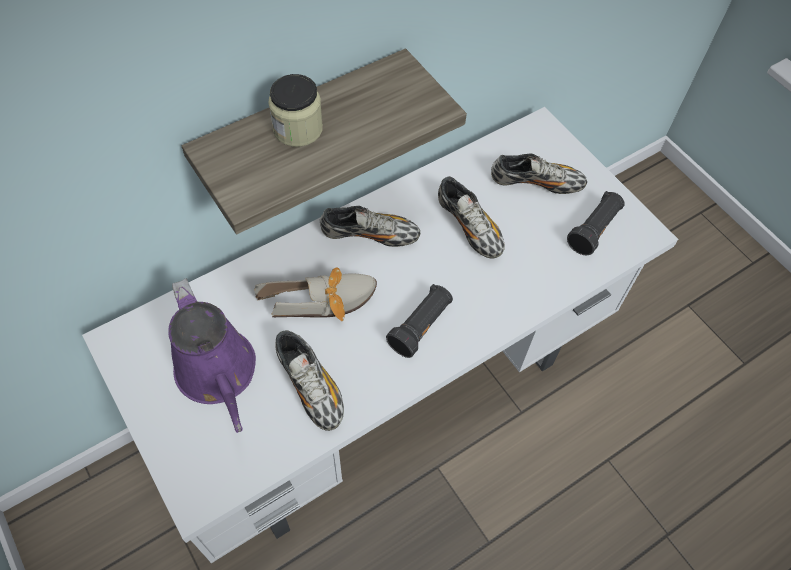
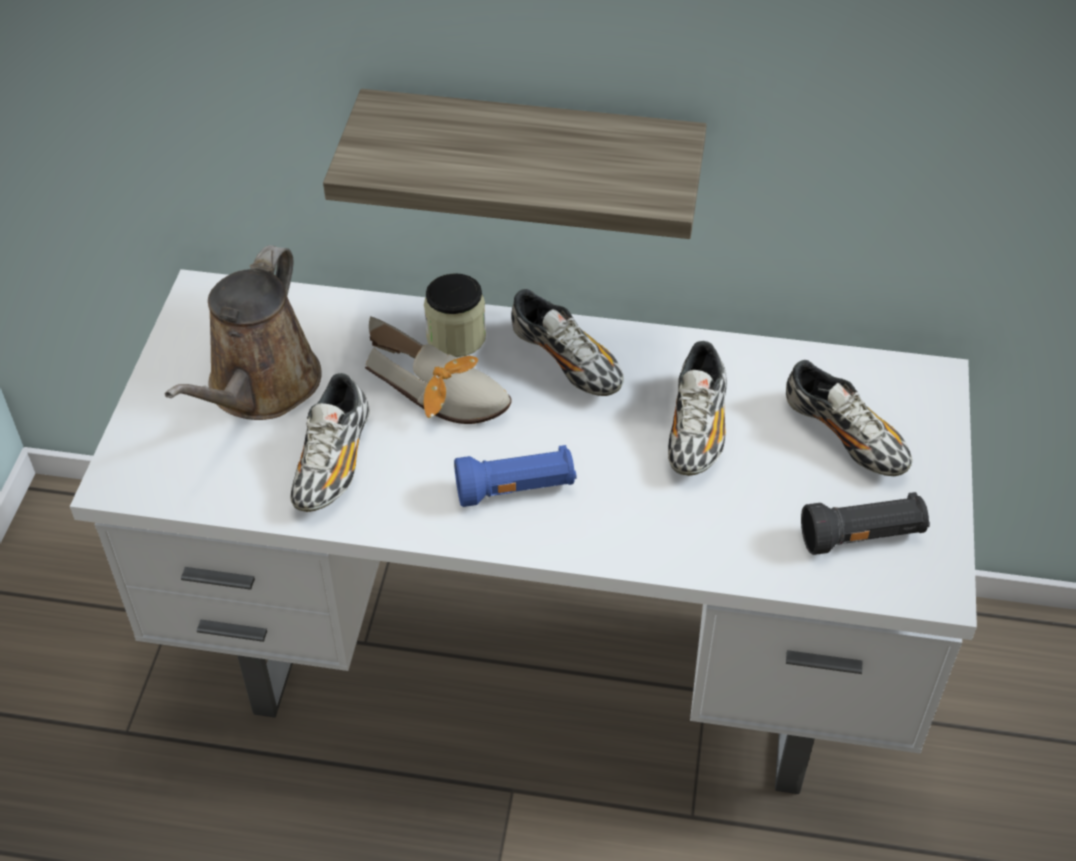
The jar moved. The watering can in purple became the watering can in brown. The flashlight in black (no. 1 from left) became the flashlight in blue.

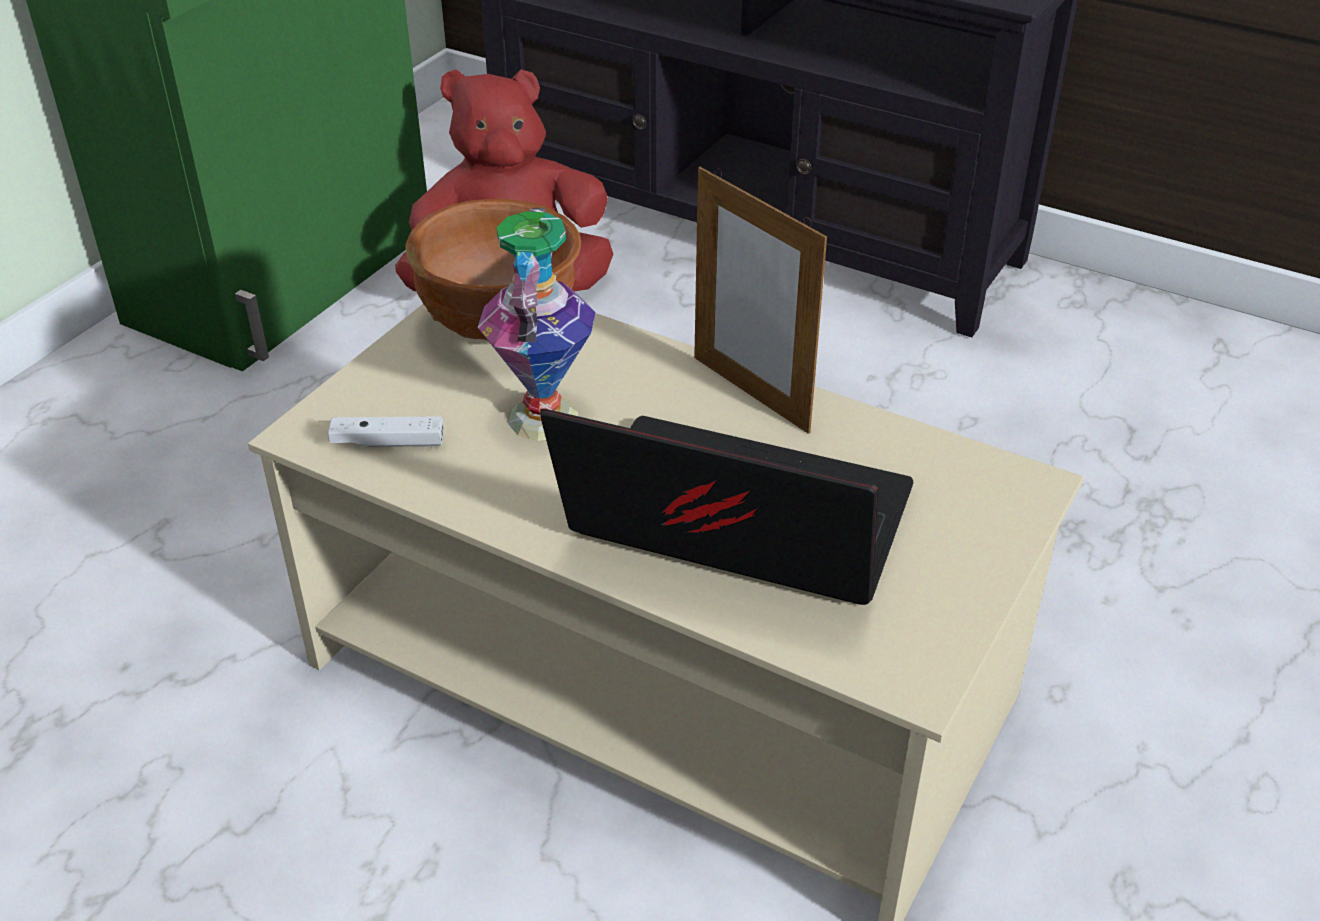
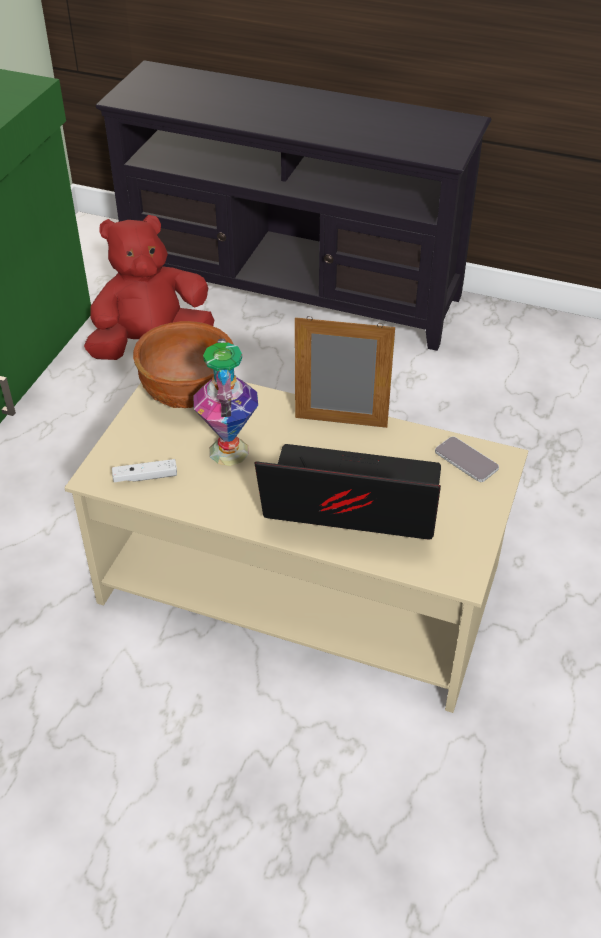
The phone appeared. The picture frame turned 150 degrees clockwise.

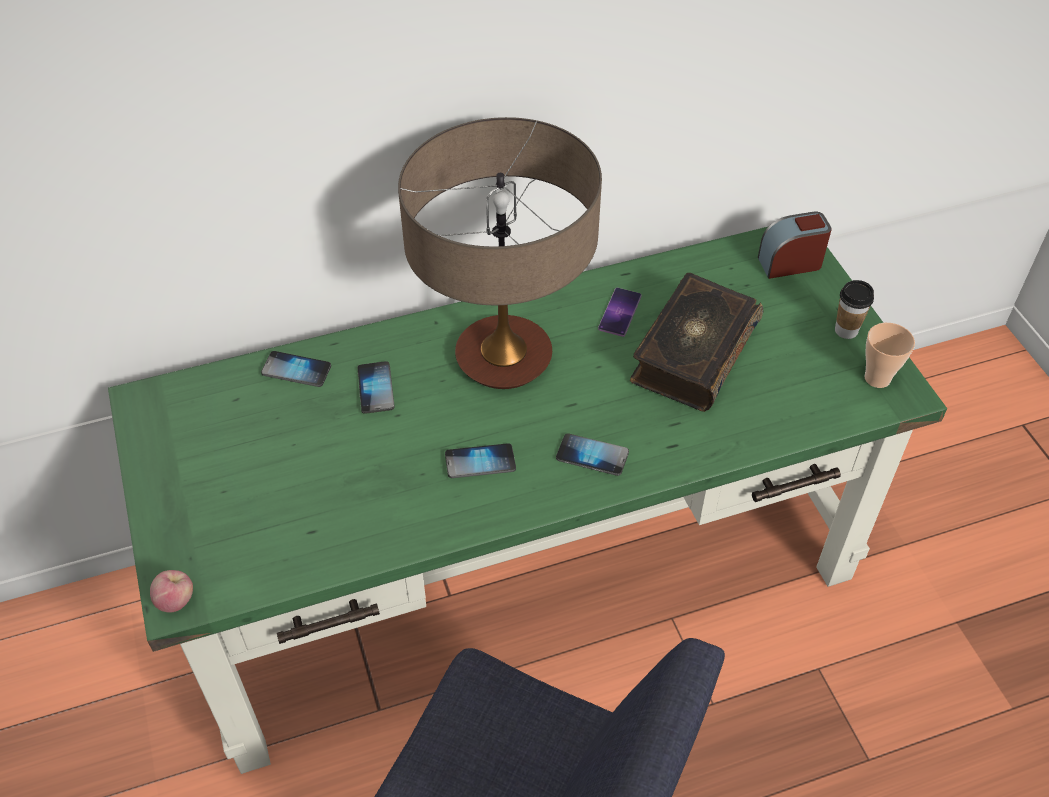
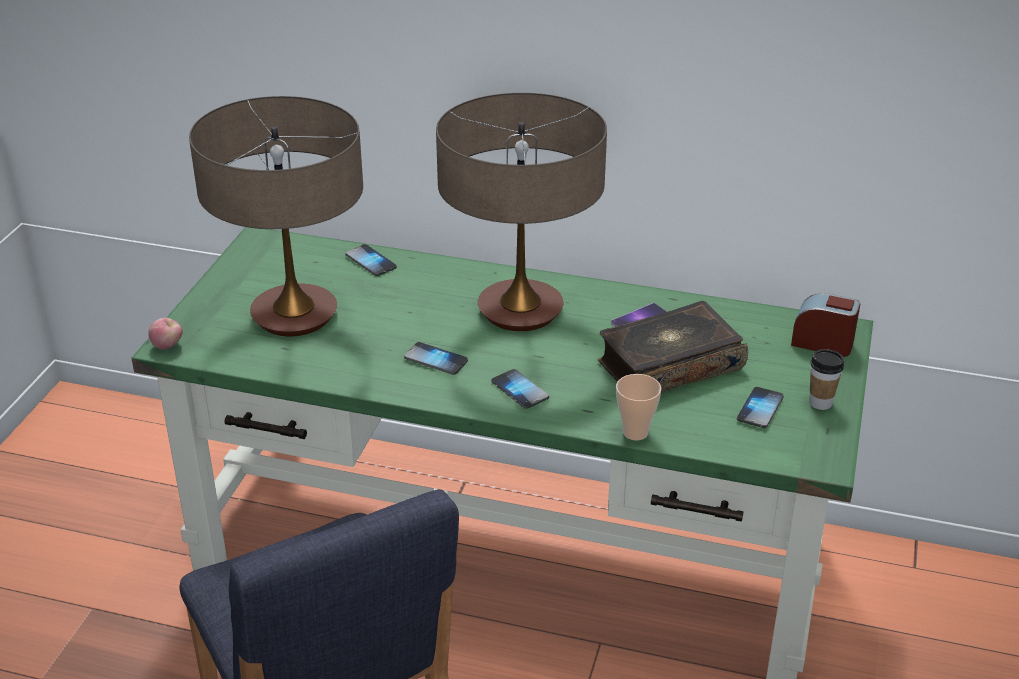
The table lamp (no. 1 from left) appeared. The phone (no. 2 from left in the first image) moved. The cup (no. 2 from left in the first image) moved.

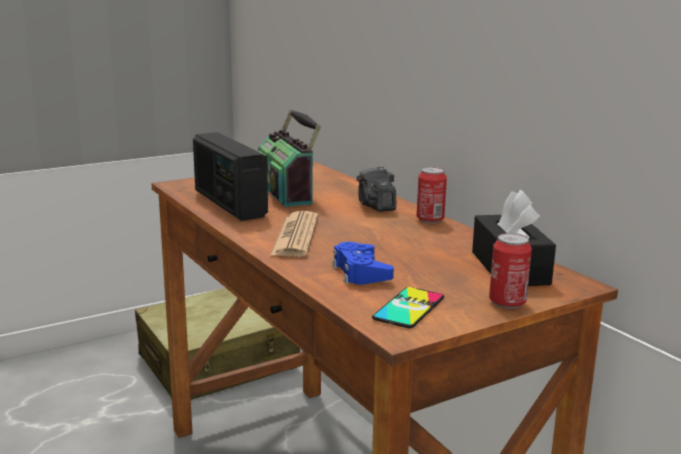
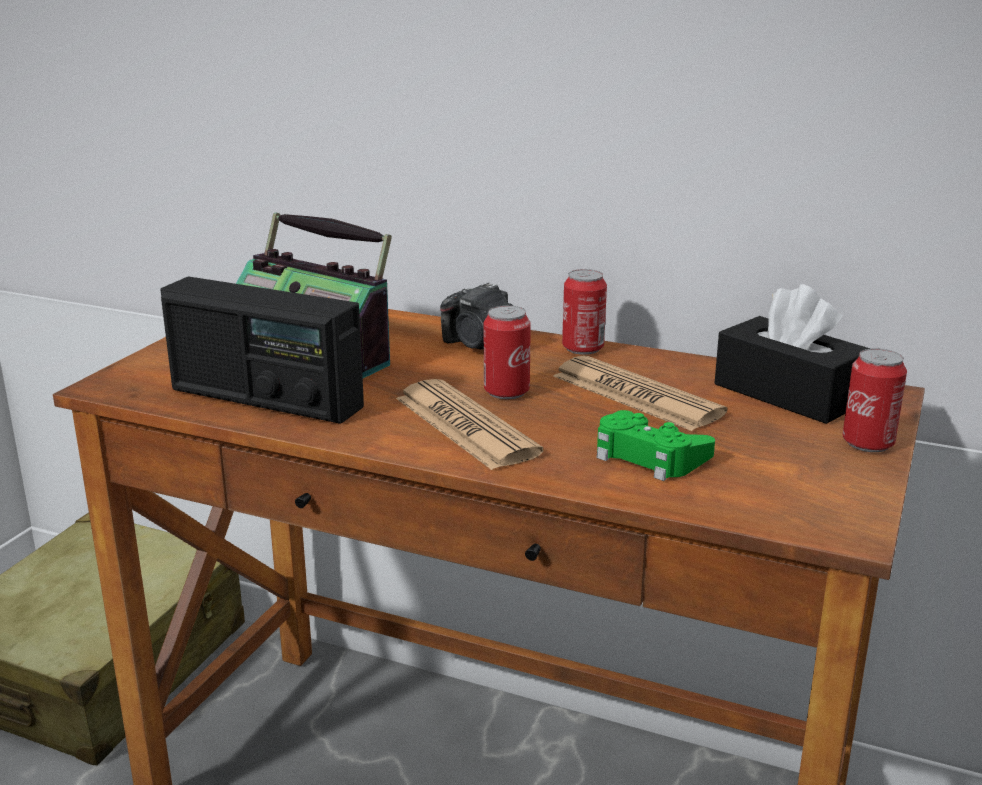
The phone disappeared. The can (no. 1 from left) appeared. The newspaper (no. 2 from left) appeared. The game controller in blue became the game controller in green.

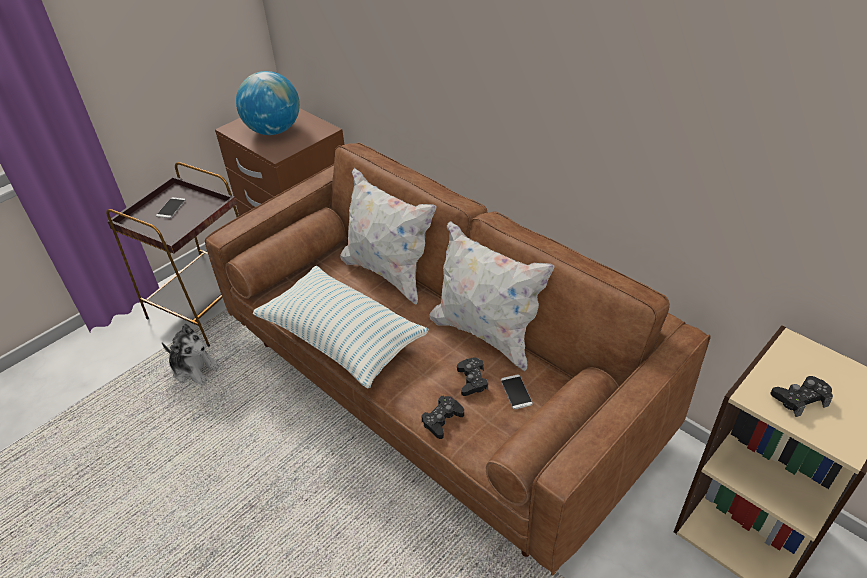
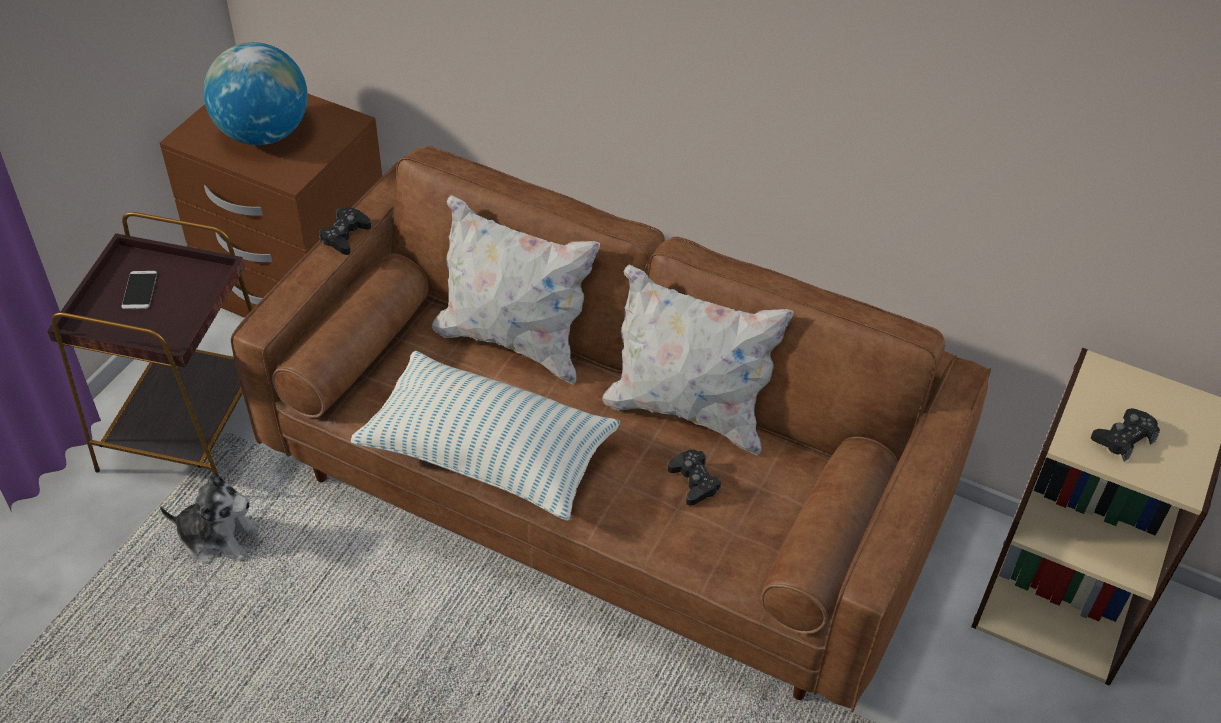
The phone (no. 2 from left) disappeared. The game controller in black (no. 1 from left) moved.

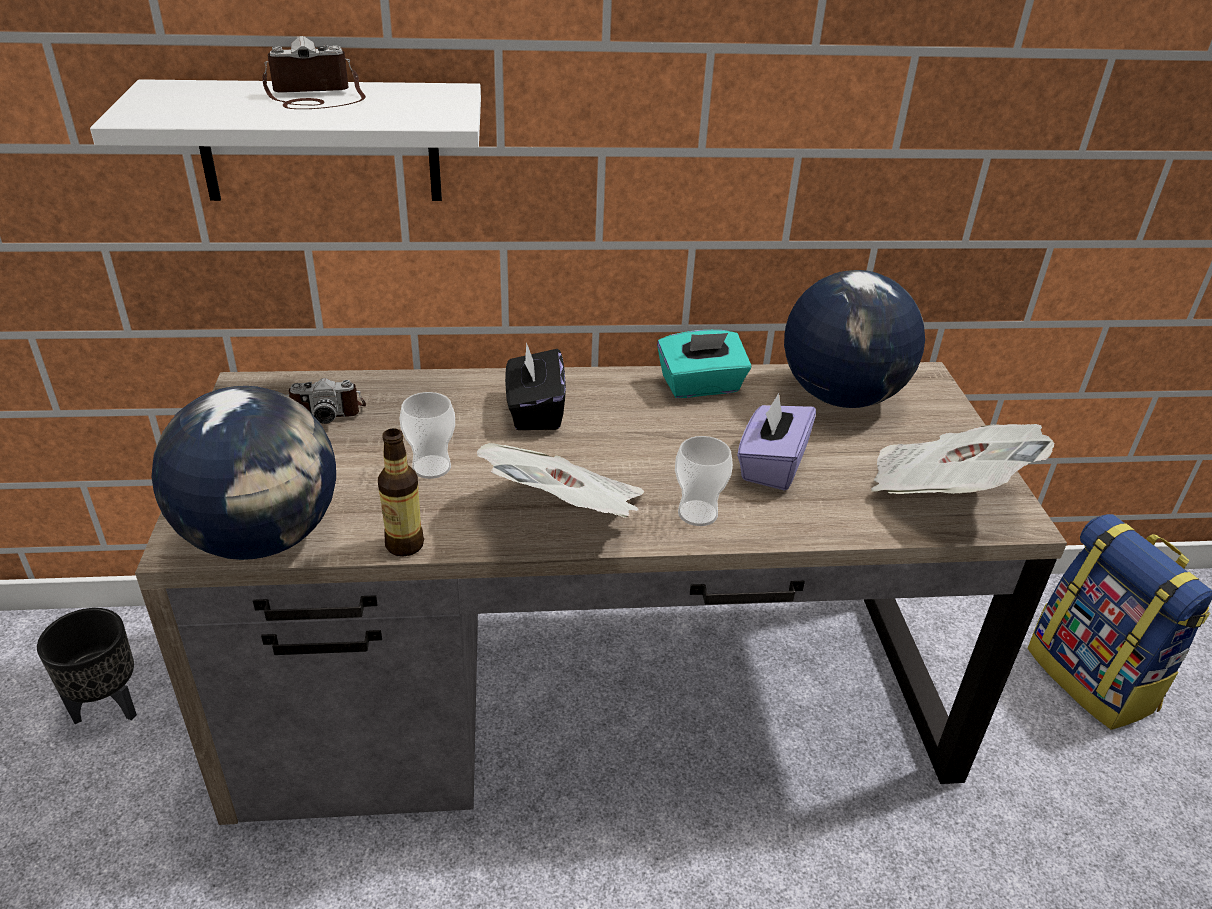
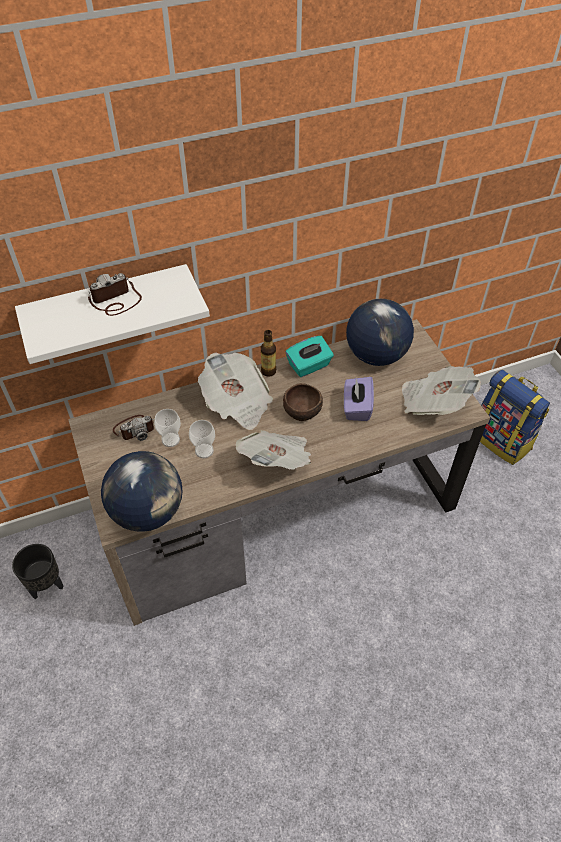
The bowl in brown appeared. The bottle moved. The cup (no. 2 from left in the first image) moved. The tissue box in black was replaced by the newspaper (no. 1 from left).

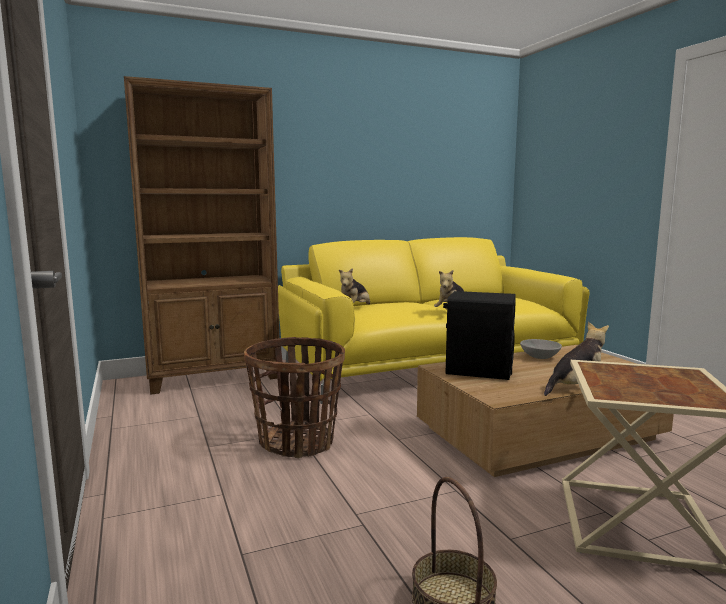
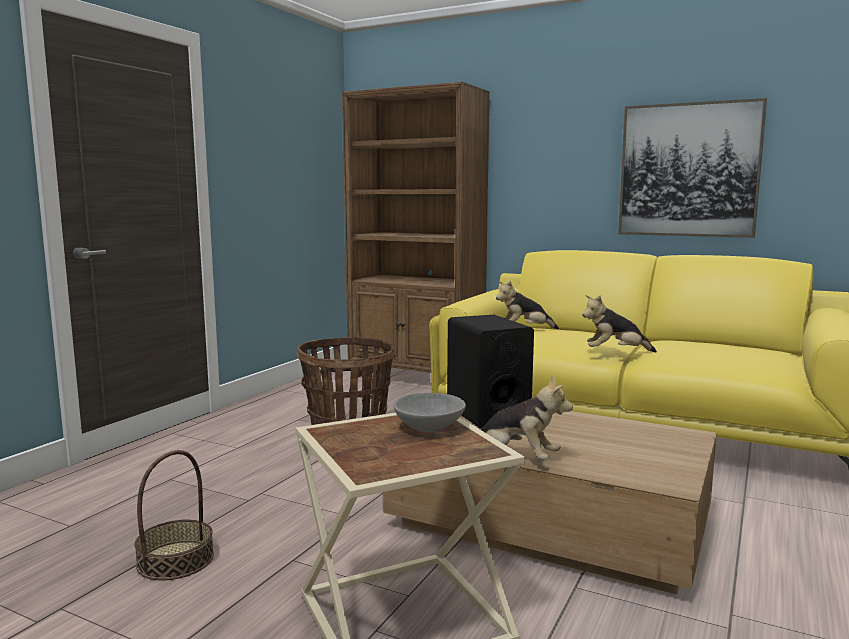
The picture appeared. The bowl in grey moved.

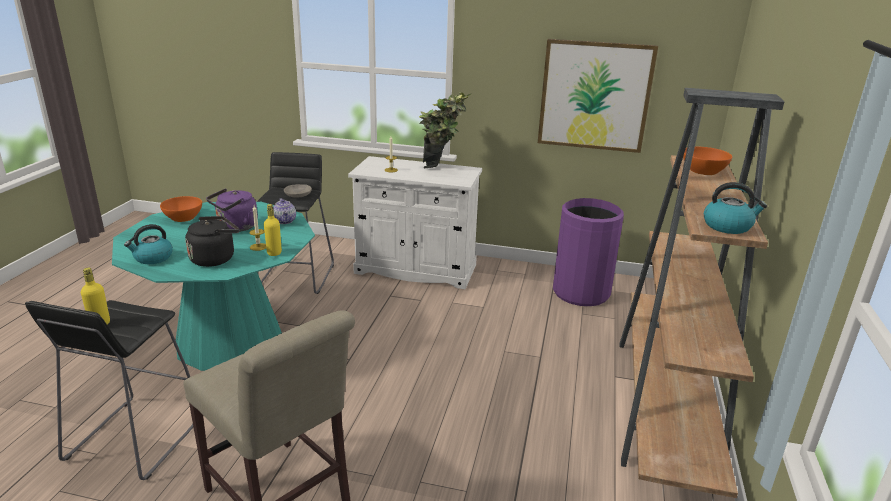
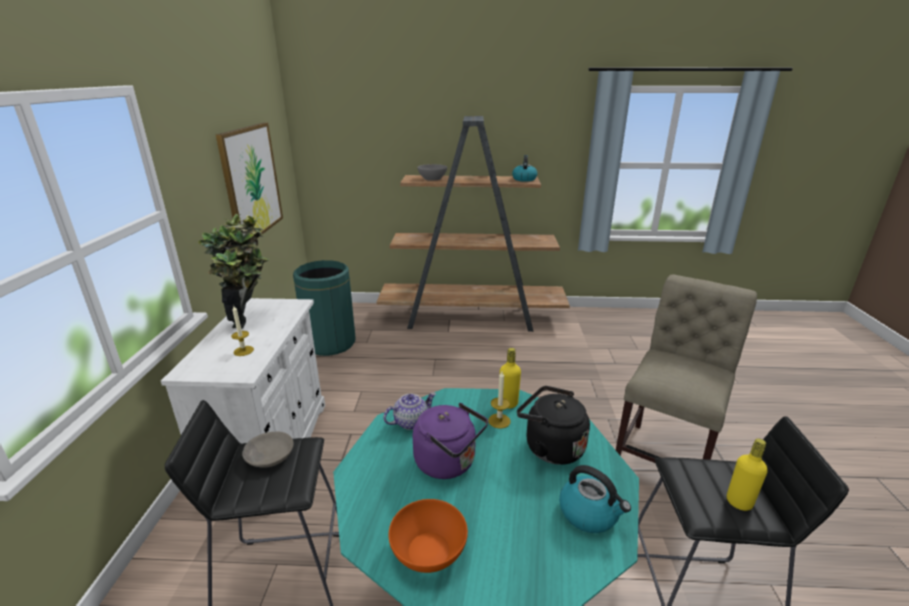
The trash can in purple became the trash can in green. The bowl in orange (no. 2 from left) became the bowl in grey (no. 2 from left).

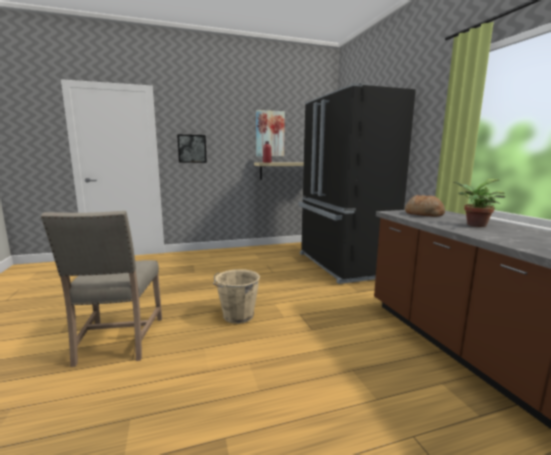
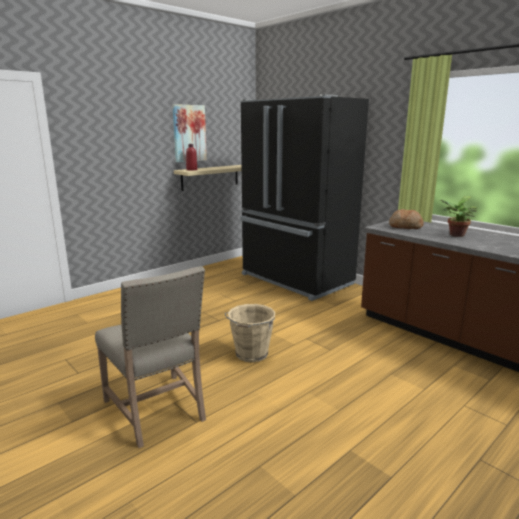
The picture (no. 1 from left) disappeared.

